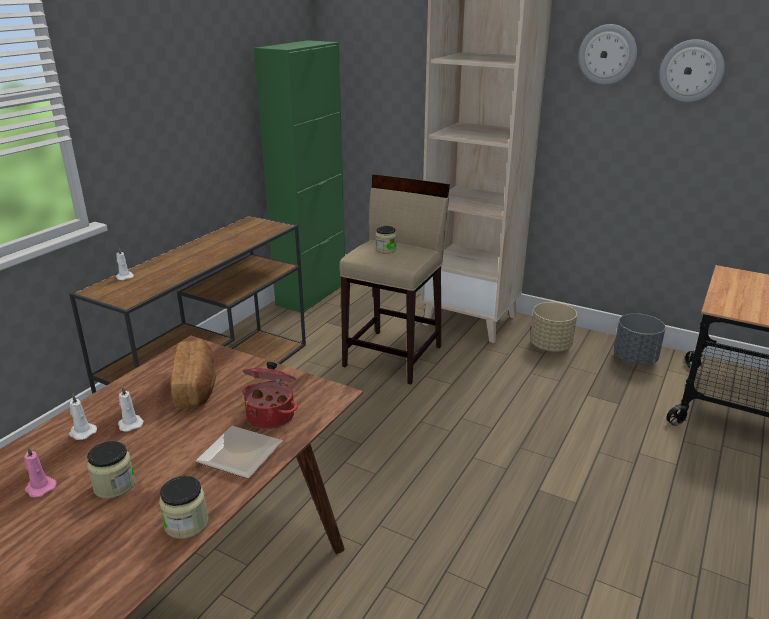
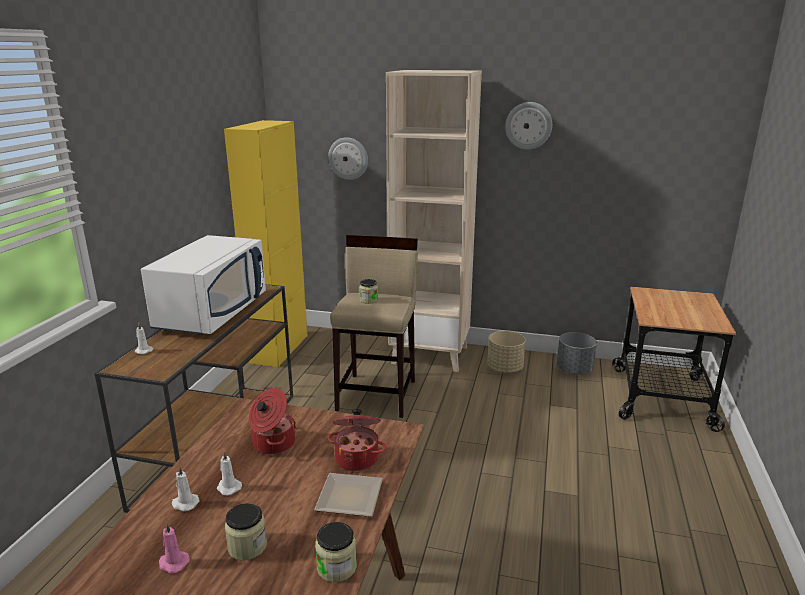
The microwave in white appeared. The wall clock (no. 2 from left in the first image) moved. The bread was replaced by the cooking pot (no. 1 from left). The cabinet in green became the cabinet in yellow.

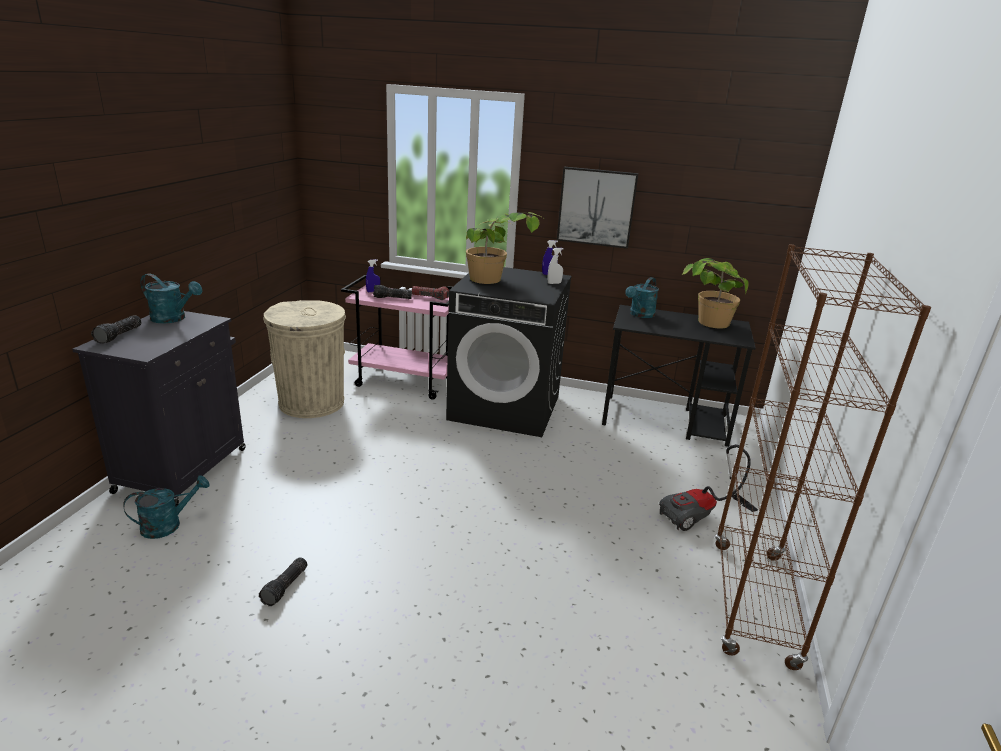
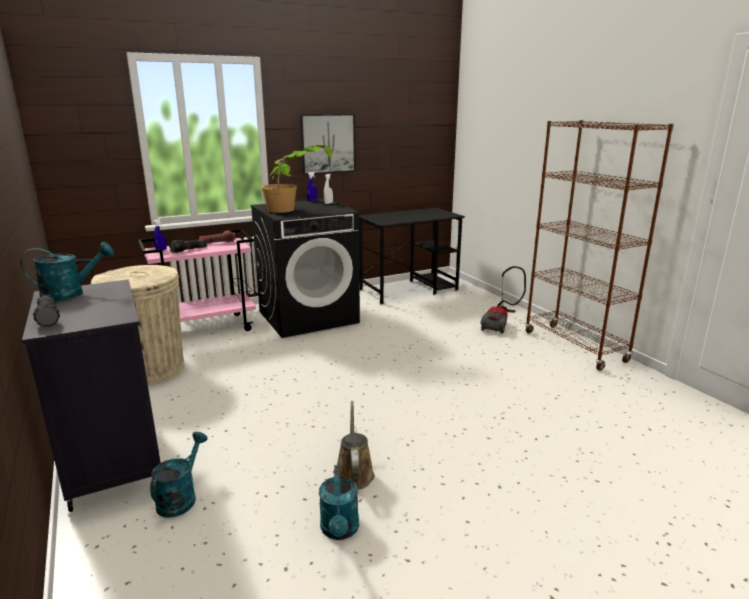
The potted plant (no. 2 from left) disappeared. The watering can in turquoise (no. 3 from left) moved. The flashlight (no. 2 from left) was replaced by the watering can in brown.

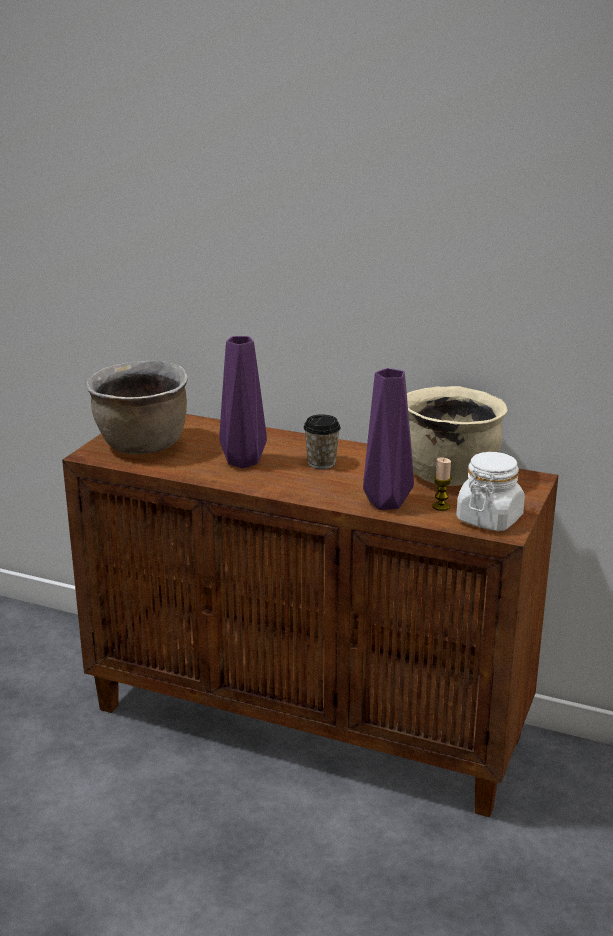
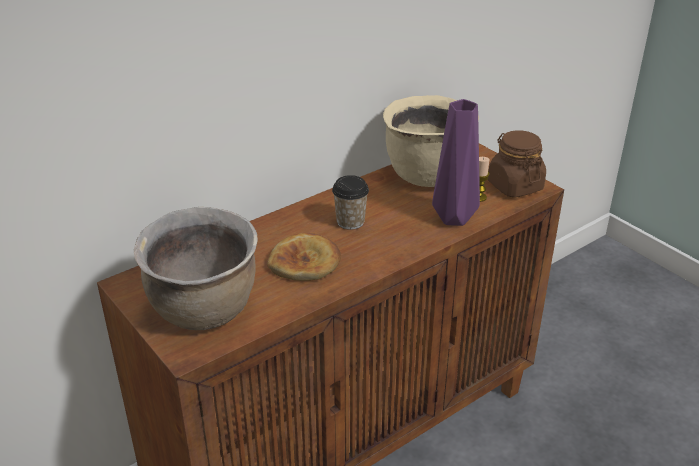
The vase in purple (no. 1 from left) was replaced by the bread. The jar in white became the jar in brown.

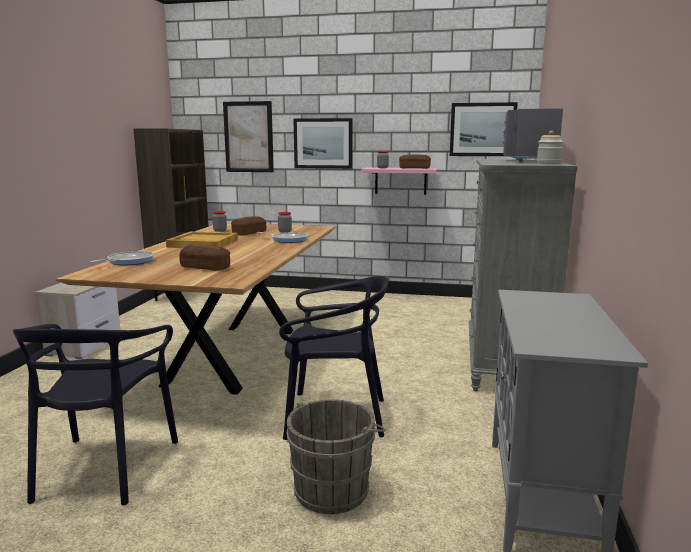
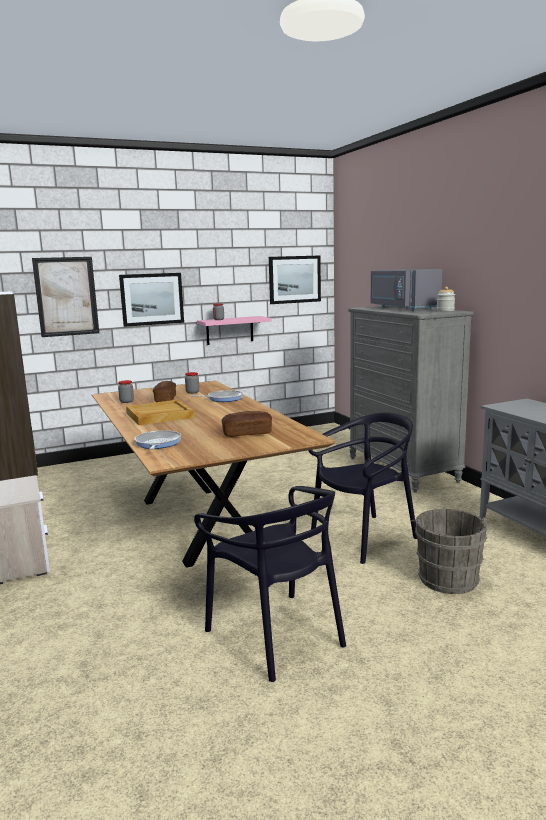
The bread (no. 3 from left) disappeared.

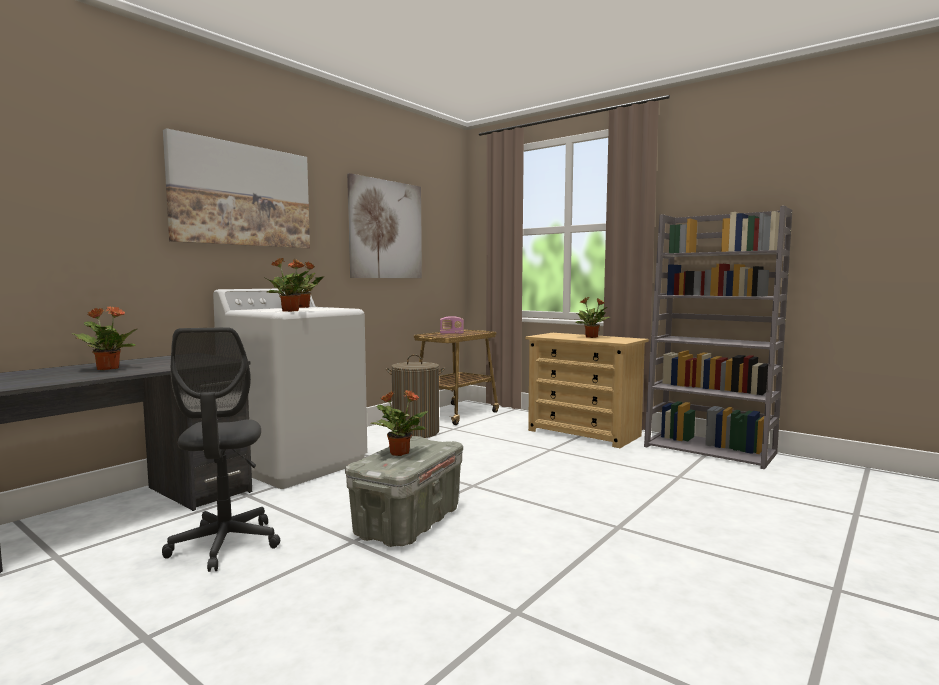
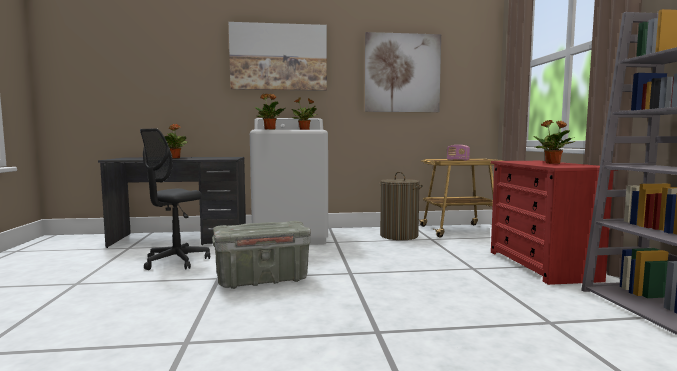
The potted plant (no. 4 from left) disappeared. The dresser in beige became the dresser in red.

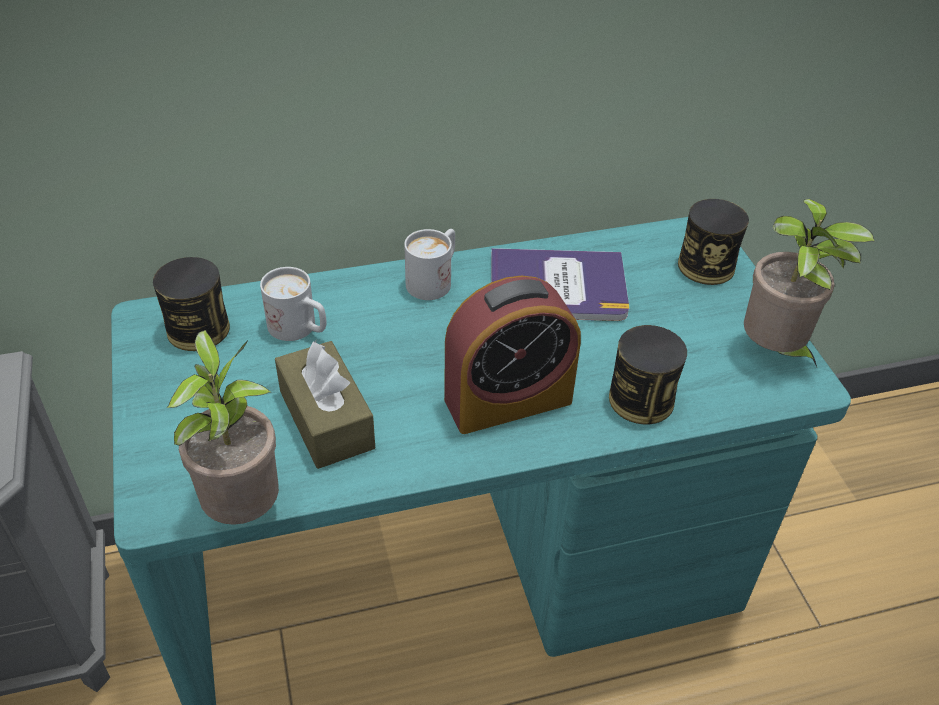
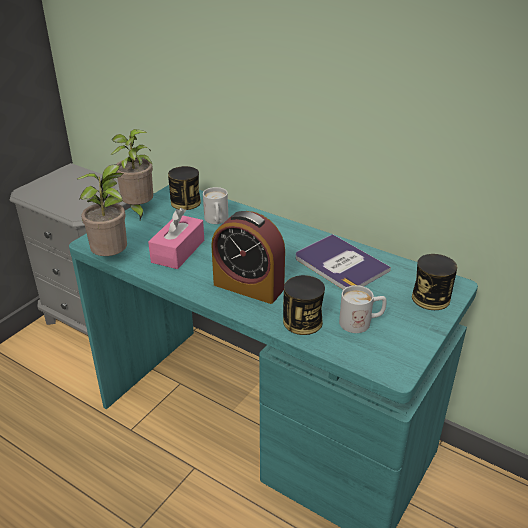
The mug in white (no. 2 from left) moved. The potted plant (no. 2 from left) moved. The tissue box in brown became the tissue box in pink.

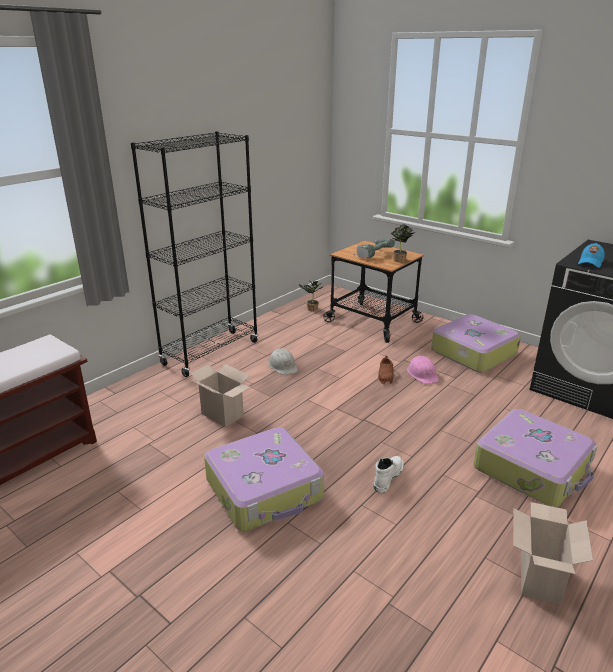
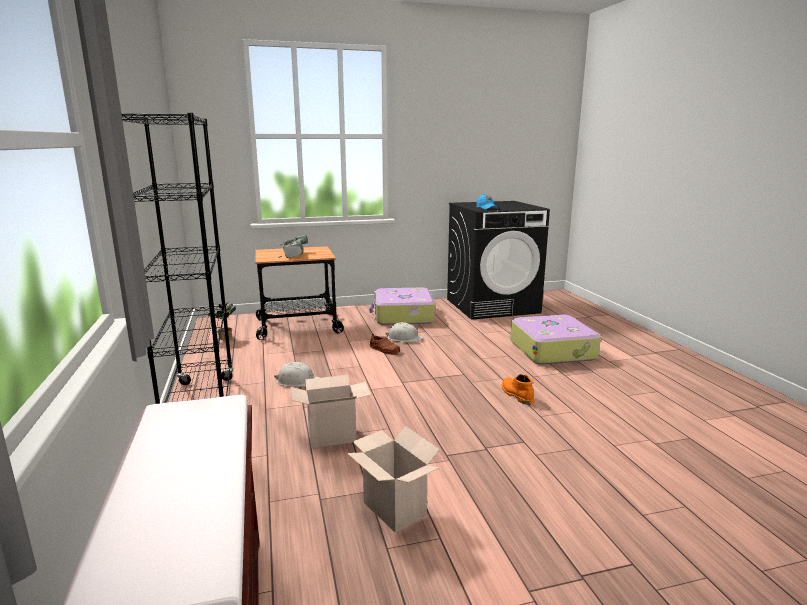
The suitcase (no. 1 from left) disappeared. The potted plant (no. 2 from left) disappeared. The cardboard box (no. 2 from left) moved. The boot in white became the boot in orange. The hard hat in pink became the hard hat in white (no. 2 from left).

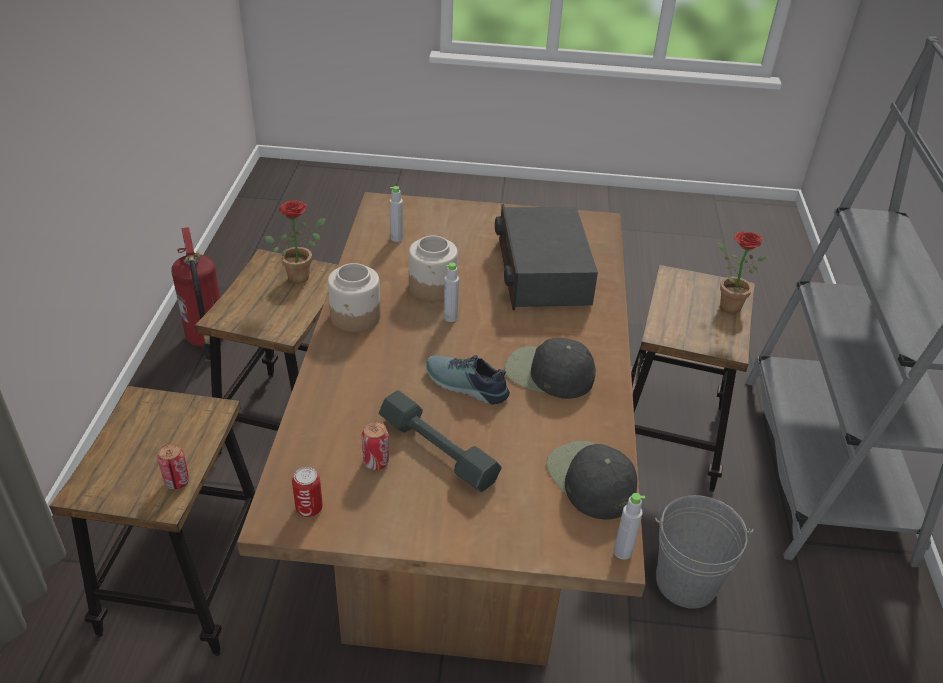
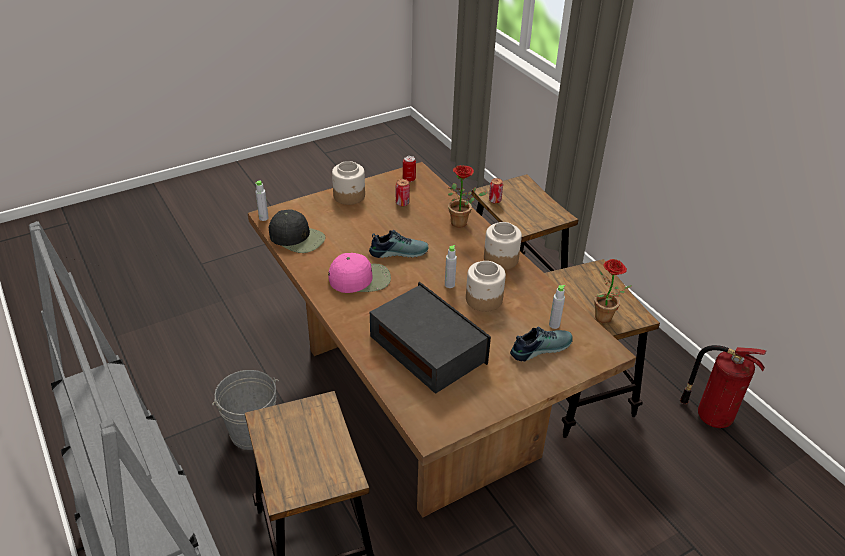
The dumbbell in grey disappeared. The jar (no. 1 from left) appeared. The shoe (no. 2 from left) appeared. The potted plant (no. 2 from left in the first image) moved. The cap in black (no. 1 from left) became the cap in pink.

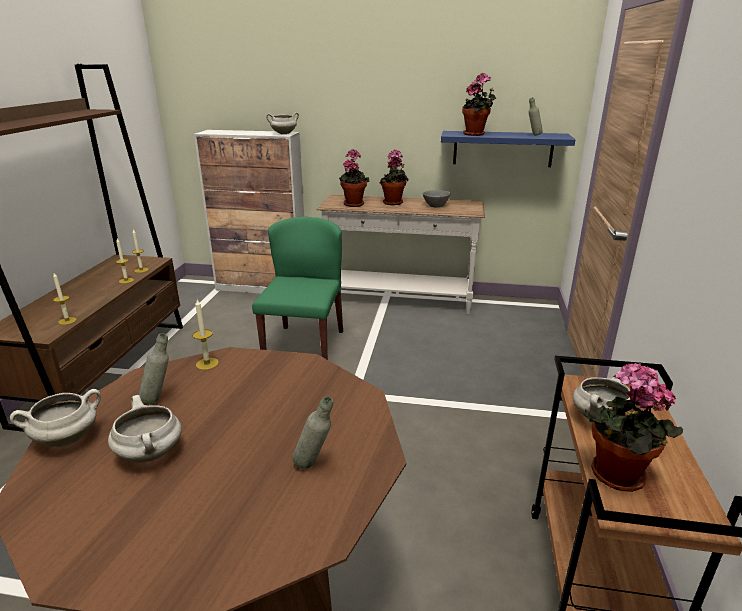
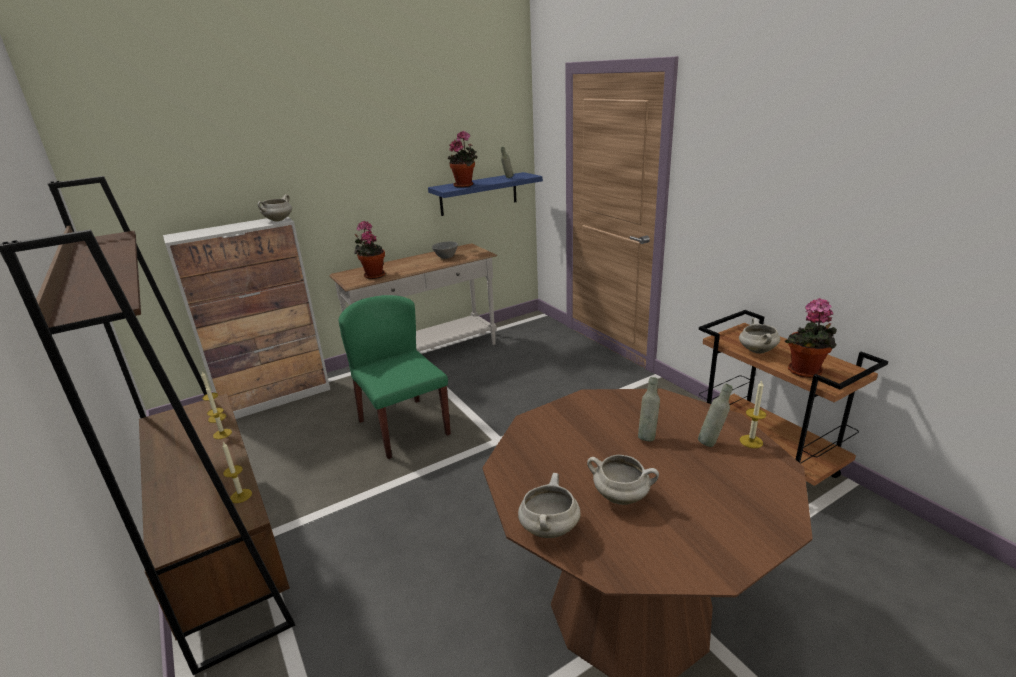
The potted plant (no. 2 from left) disappeared. The bottle in grey (no. 1 from left in the first image) moved. The candle (no. 4 from left) moved.

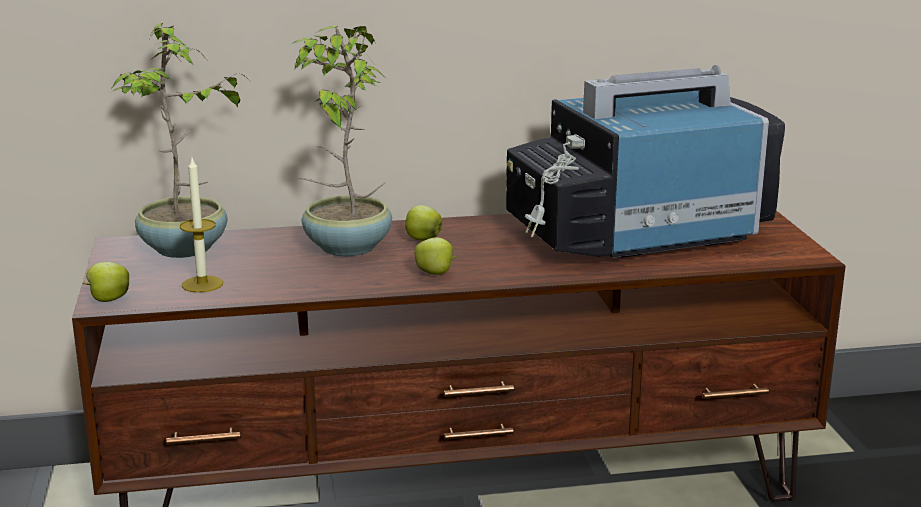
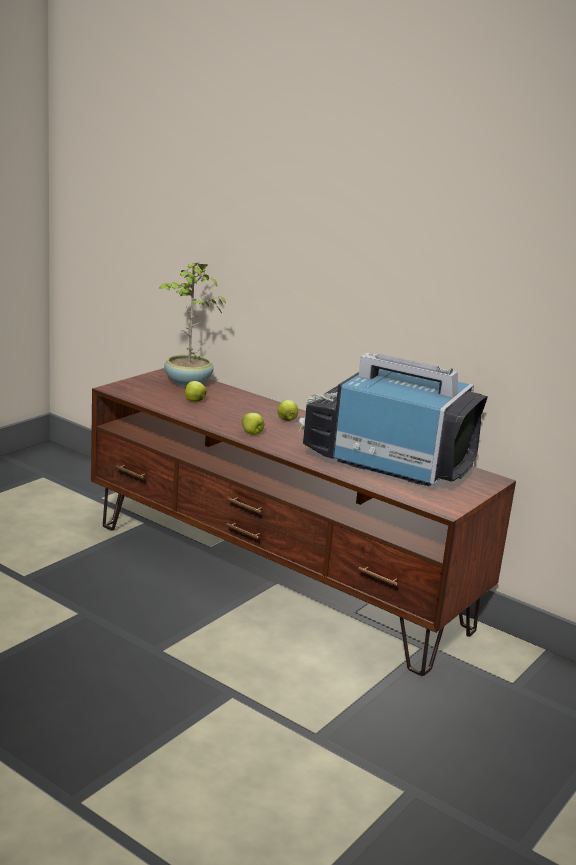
The candle disappeared. The potted plant (no. 2 from left) disappeared. The apple (no. 1 from left) moved.

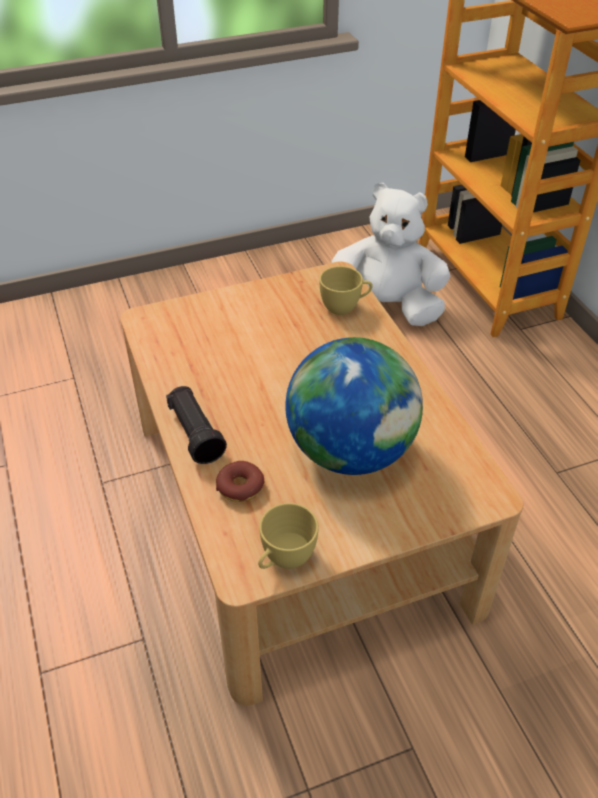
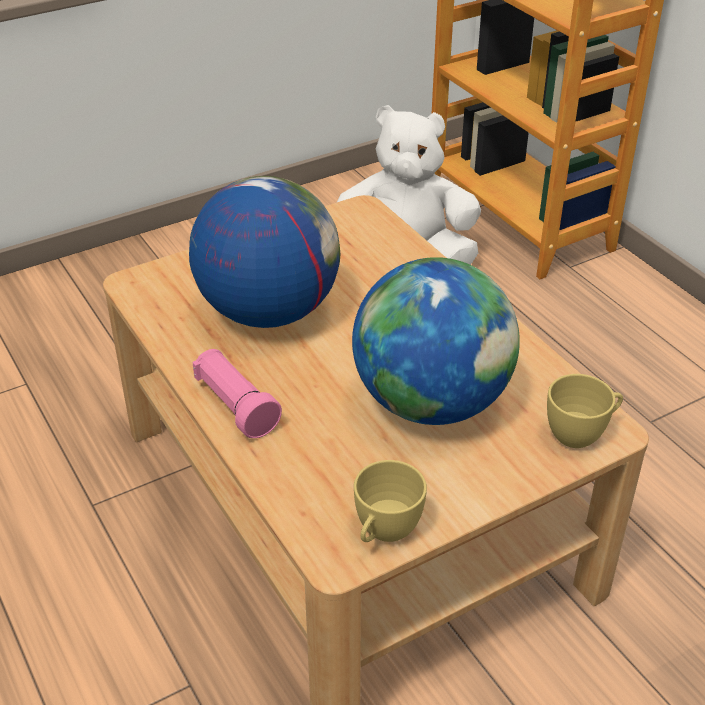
The donut disappeared. The globe (no. 1 from left) appeared. The cup in yellow (no. 2 from left) moved. The flashlight in black became the flashlight in pink.

